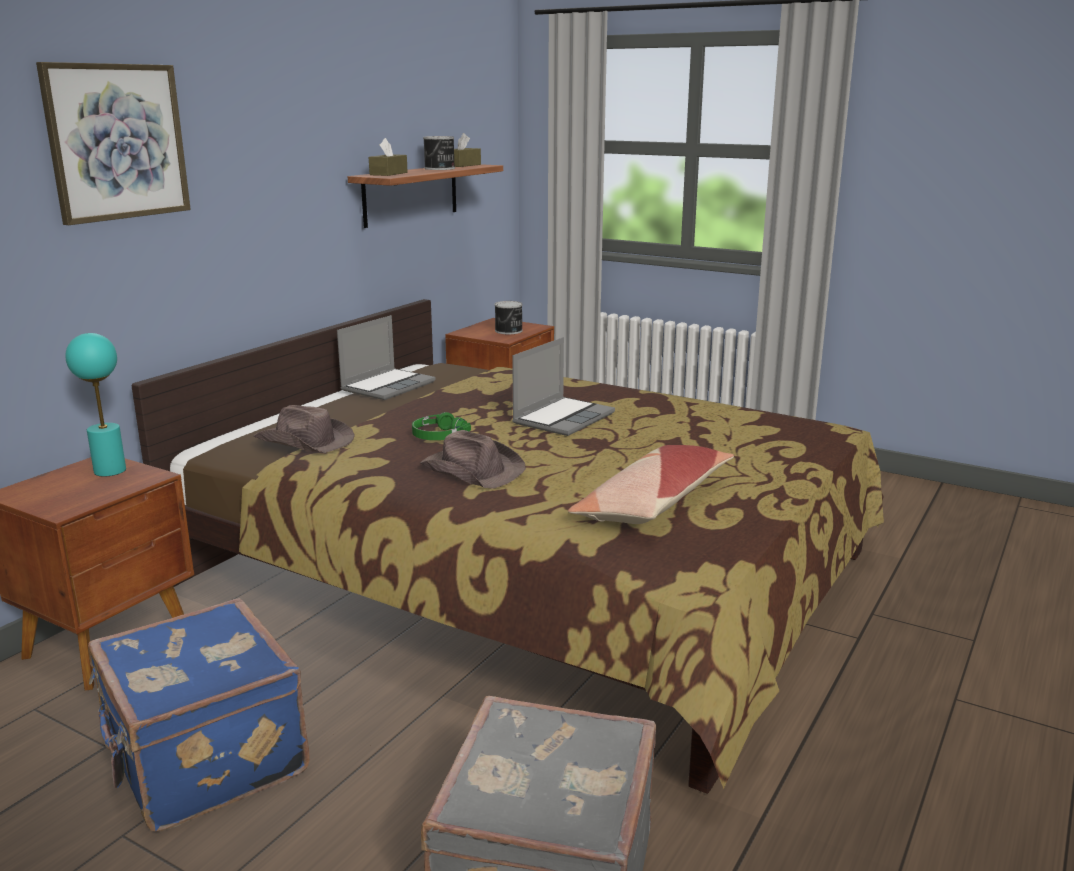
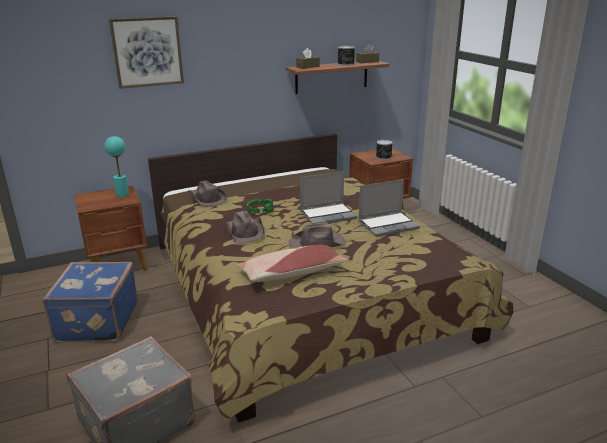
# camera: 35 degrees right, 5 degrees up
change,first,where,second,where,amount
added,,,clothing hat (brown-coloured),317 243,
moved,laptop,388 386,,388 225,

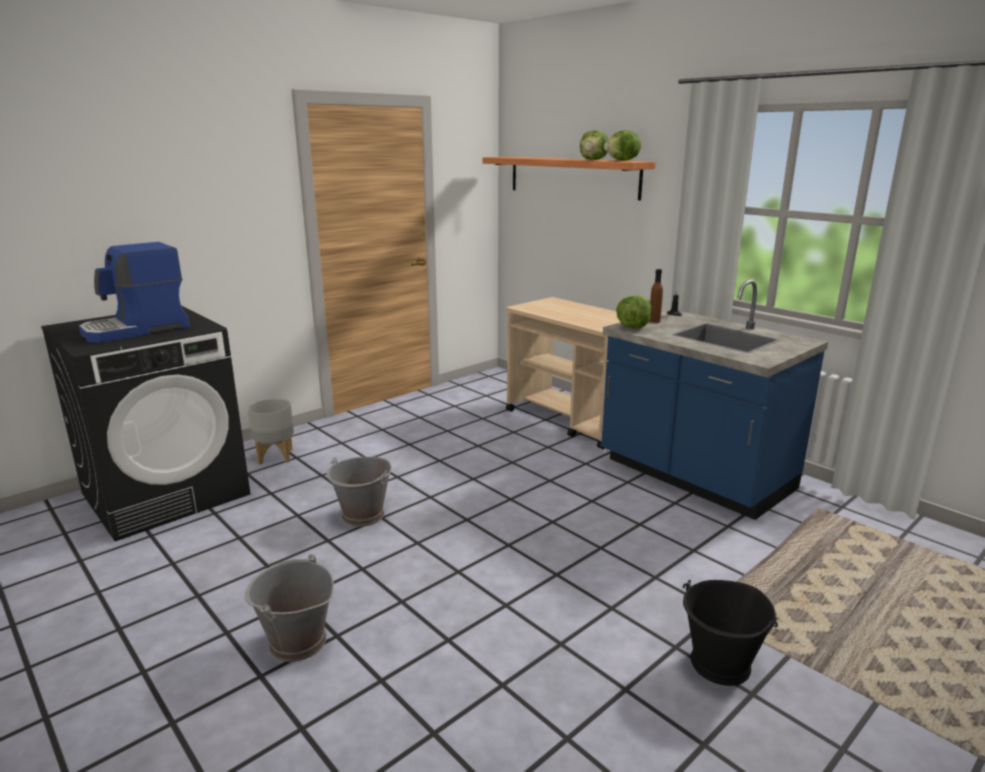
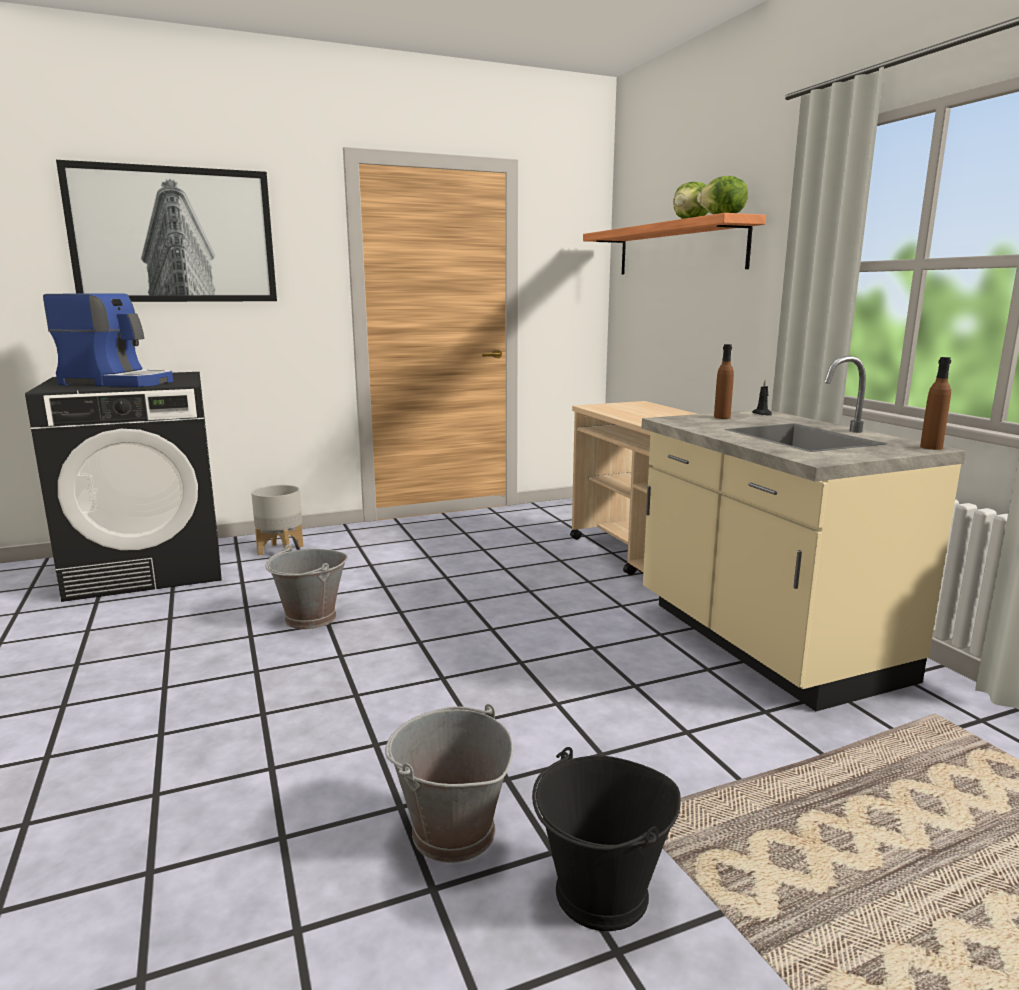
# camera: 20 degrees right, 5 degrees down
change,first,where,second,where,amount
removed,head of lettuce,632 327,,,
added,,,wall picture,174 235,
added,,,bottle (brown-coloured),931 447,
moved,water bucket (grey),297 642,,452 832,
recoloured,kitchen counter (blue),694 476,kitchen counter (beige),764 642,
turned,coffee machine,137 330,,119 382,150 degrees counterclockwise

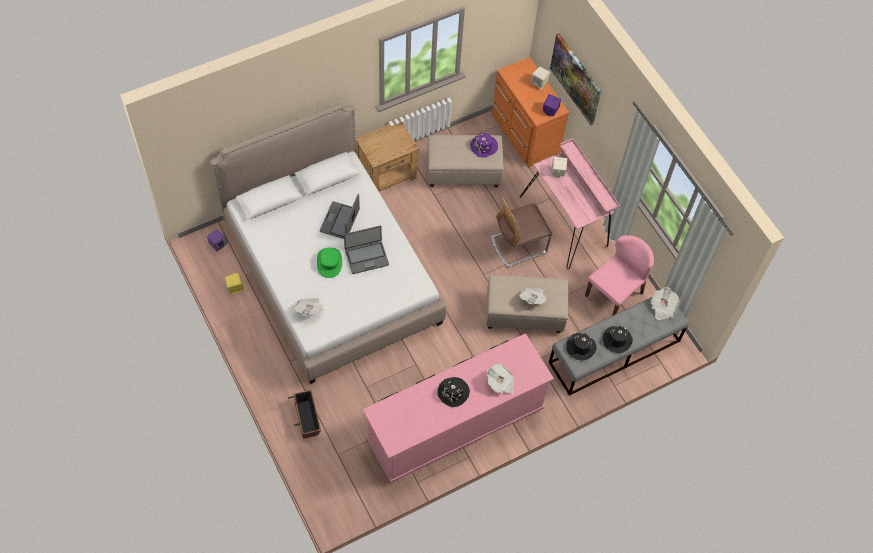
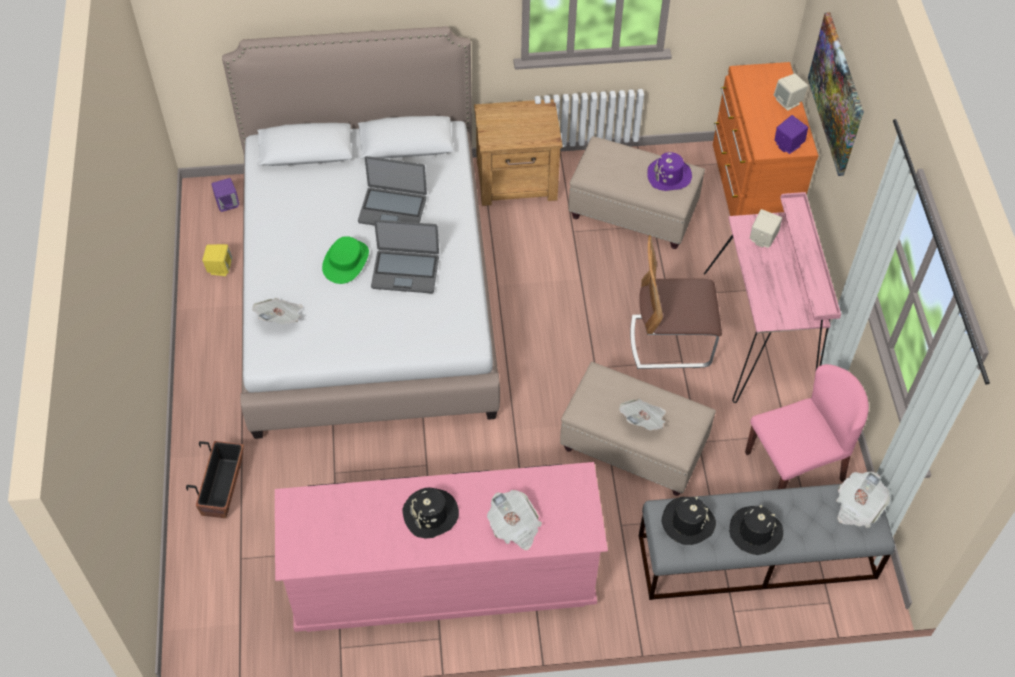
# camera: 25 degrees right, 5 degrees down
change,first,where,second,where,amount
turned,laptop,340 221,,392 209,120 degrees counterclockwise

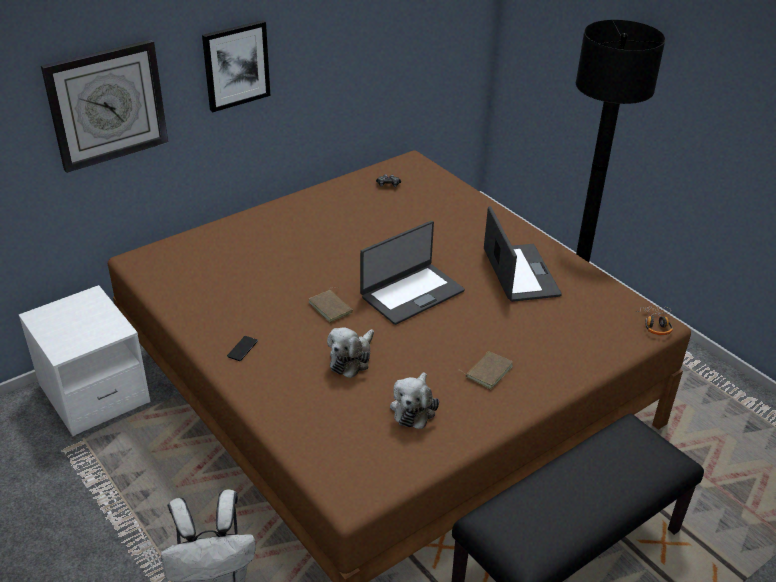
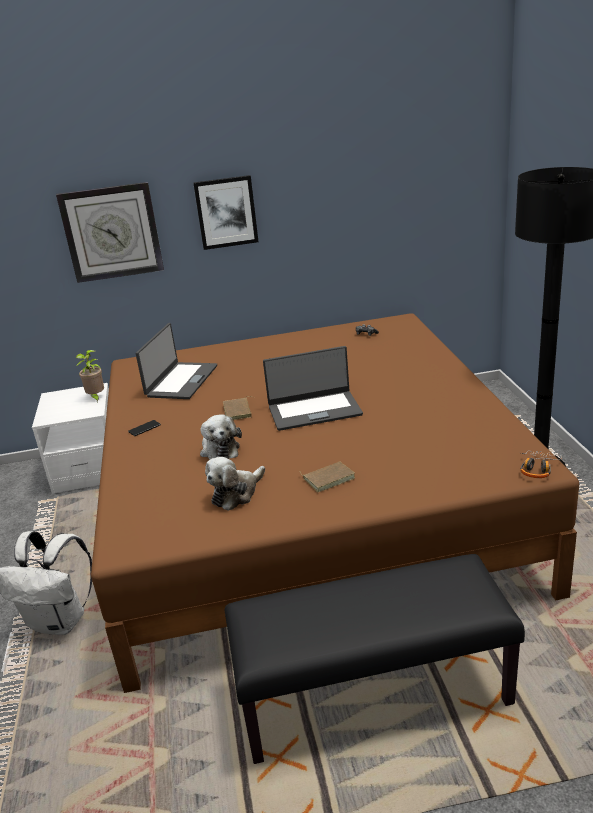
# camera: 30 degrees right, 10 degrees down
change,first,where,second,where,amount
added,,,potted plant,96 398,
moved,laptop,519 273,,181 381,
turned,cuddly toy,351 359,,219 449,75 degrees counterclockwise

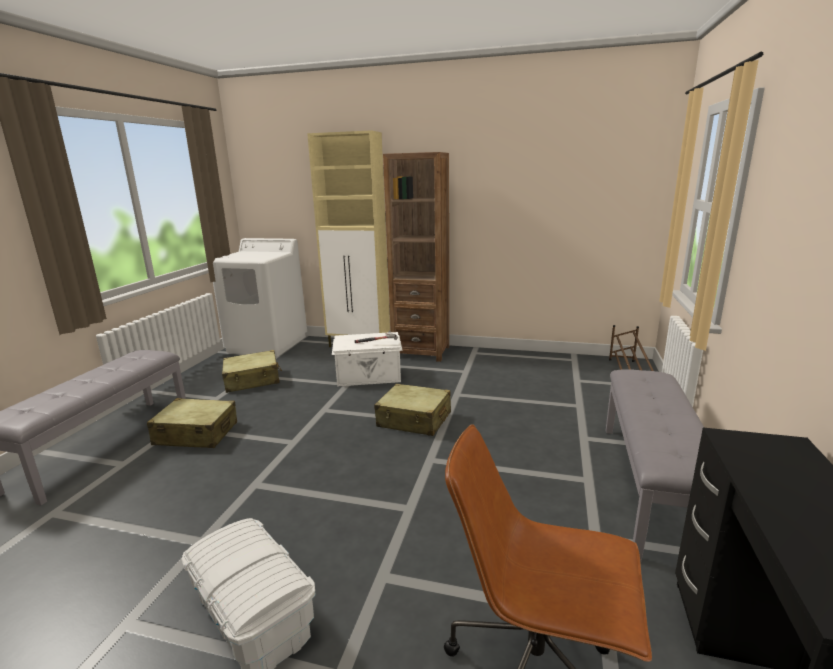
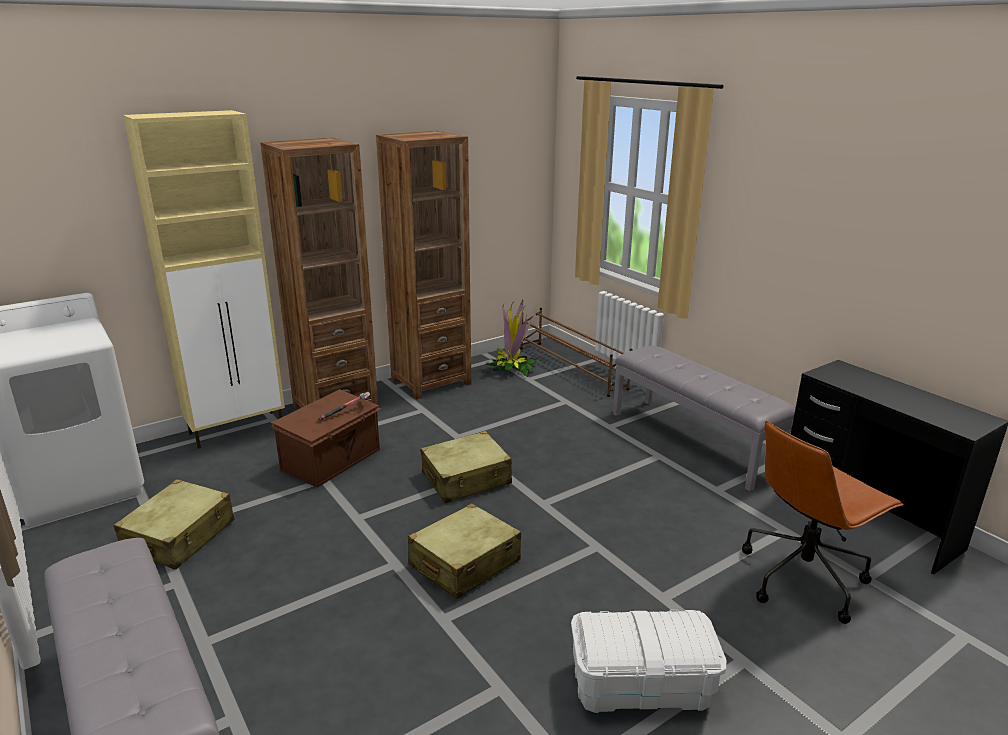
# camera: 50 degrees left, 5 degrees up
change,first,where,second,where,amount
added,,,bookcase (brown-coloured),431 382,
added,,,potted plant,511 368,
moved,suitcase (beige),196 434,,464 564,
recoloured,storage container (white-coloured),369 376,storage container (brown-coloured),332 460,

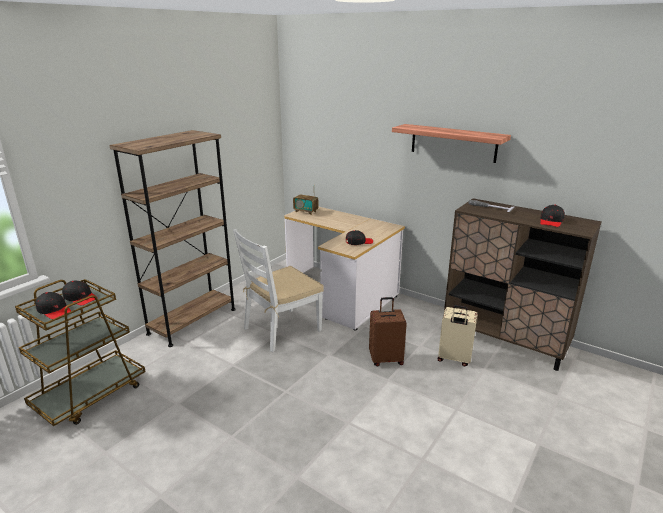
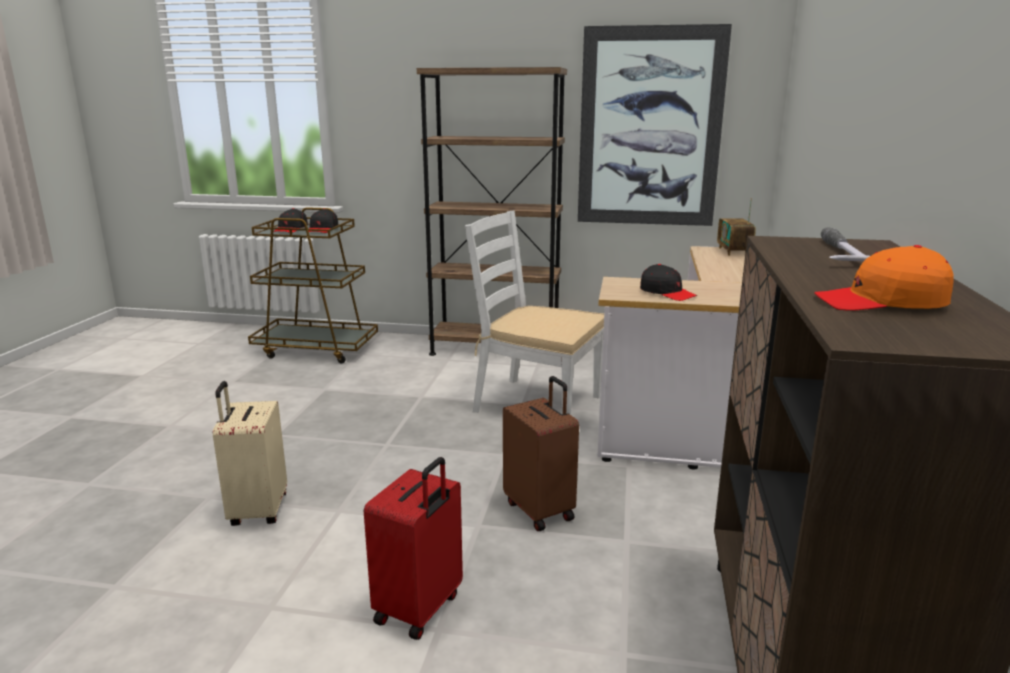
# camera: 65 degrees right, 5 degrees down
change,first,where,second,where,amount
removed,wall shelf,453 143,,,
added,,,suitcase (red),420 609,
added,,,wall picture,650 128,
moved,suitcase (beige),454 359,,257 511,
recoloured,peaked cap (black-coloured),551 221,peaked cap (orangey),881 302,

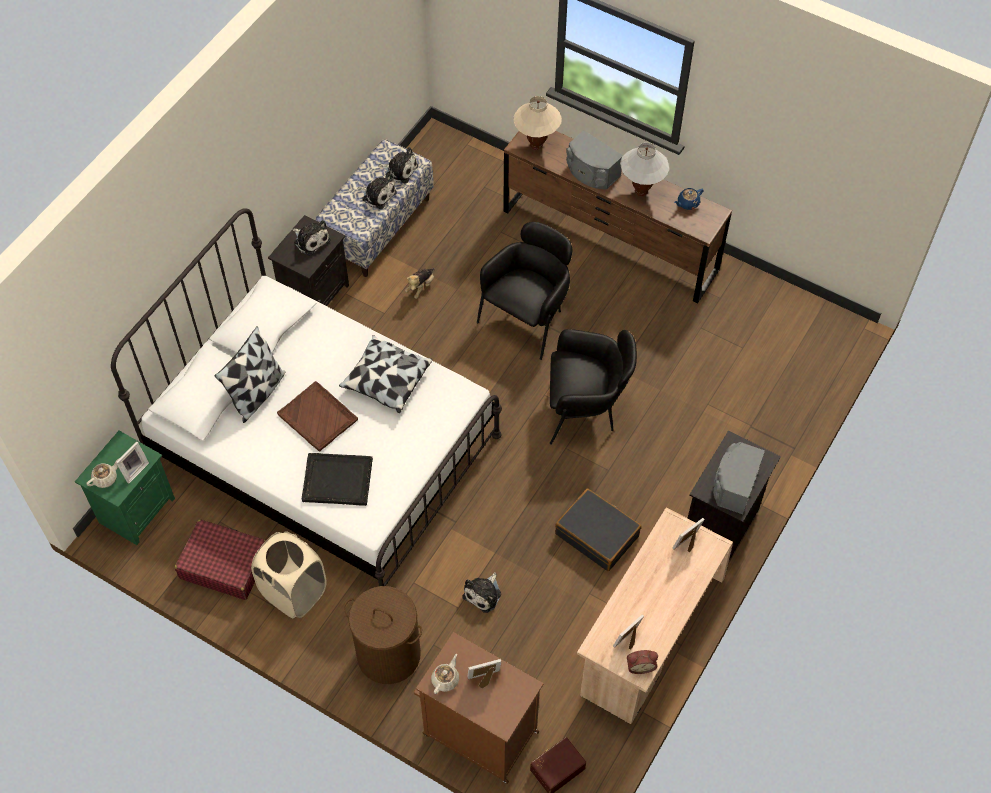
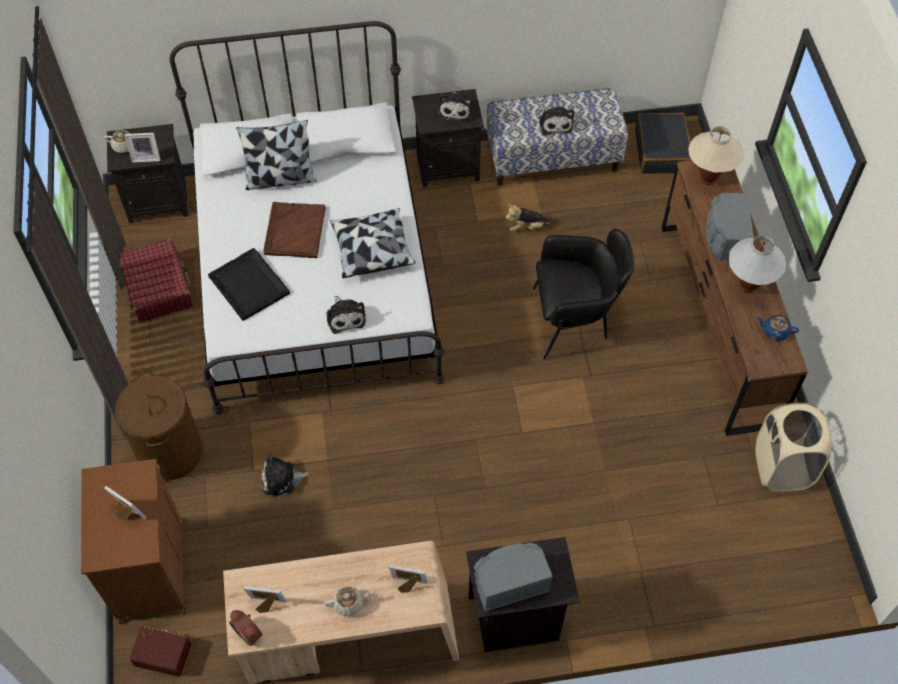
# camera: 50 degrees right, 0 degrees up
change,first,where,second,where,amount
removed,lounge chair (black-coloured),585 410,,,
moved,hamper (beige),294 592,,782 467,
moved,cuddly toy,400 170,,345 317,
moved,tea pot (beige),445 679,,349 603,
moved,suitcase (black-coloured),597 535,,661 150,
recoloured,night table (green-coloured),136 509,night table (black-coloured),159 201,

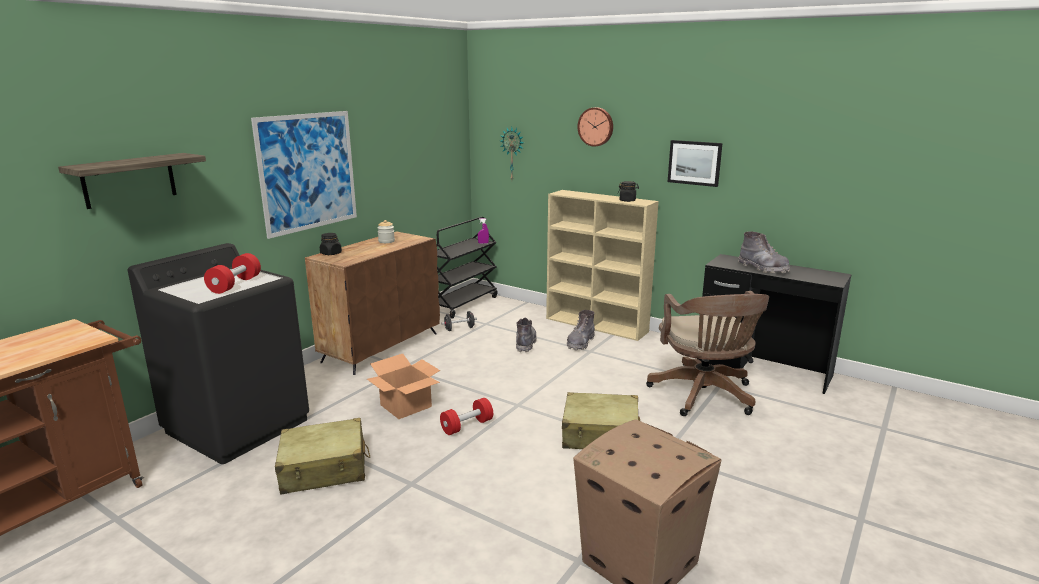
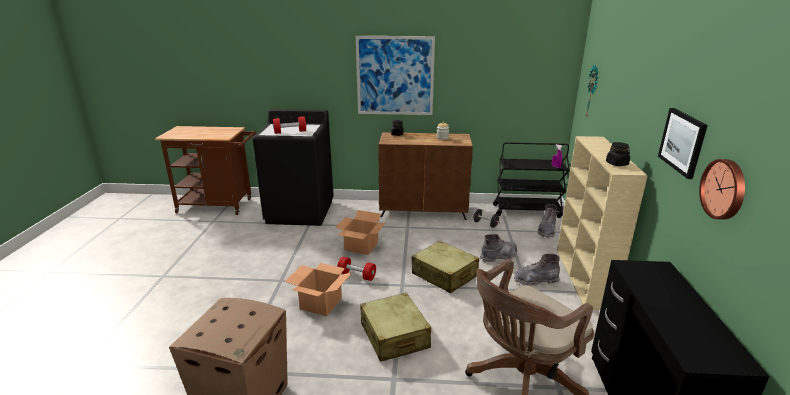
# camera: 60 degrees right, 5 degrees up
change,first,where,second,where,amount
removed,wall shelf,129 180,,,
added,,,carton,321 304,
moved,suitcase (beige),324 469,,444 275,
moved,hanging clock,596 126,,724 189,
moved,boot (grey),762 268,,546 231,

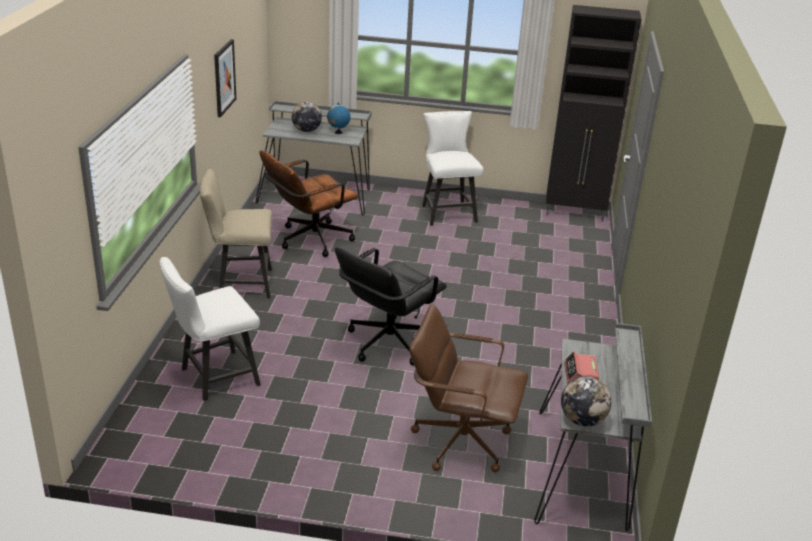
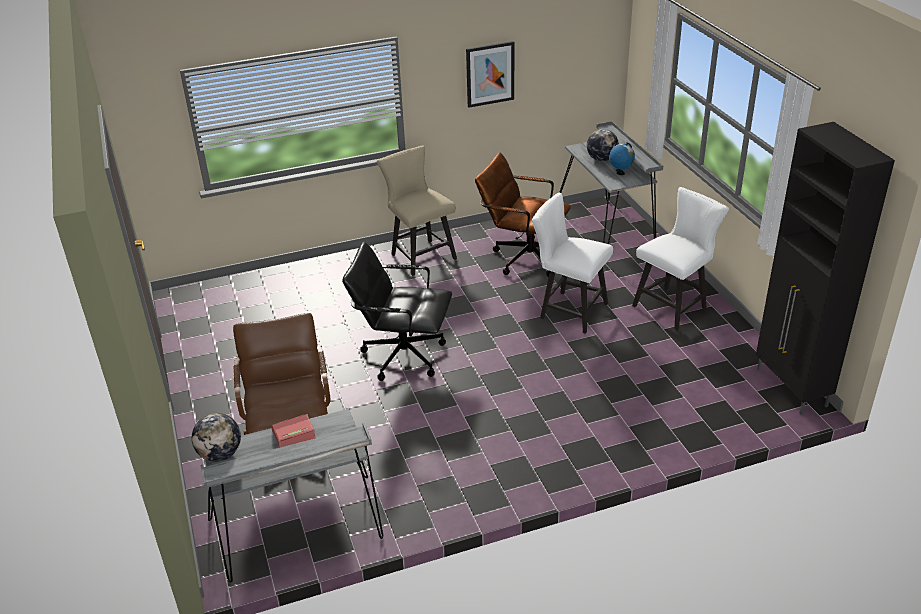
# camera: 65 degrees right, 5 degrees up
change,first,where,second,where,amount
moved,upright chair (white-coloured),214 378,,569 310,

